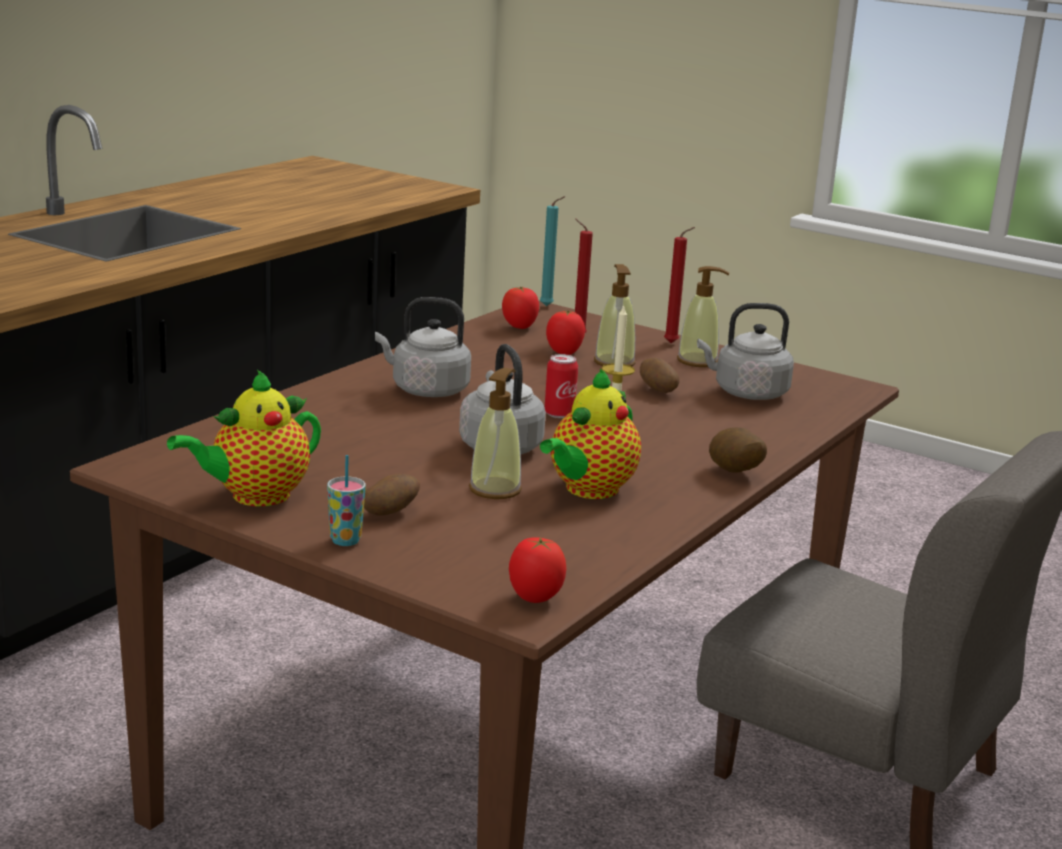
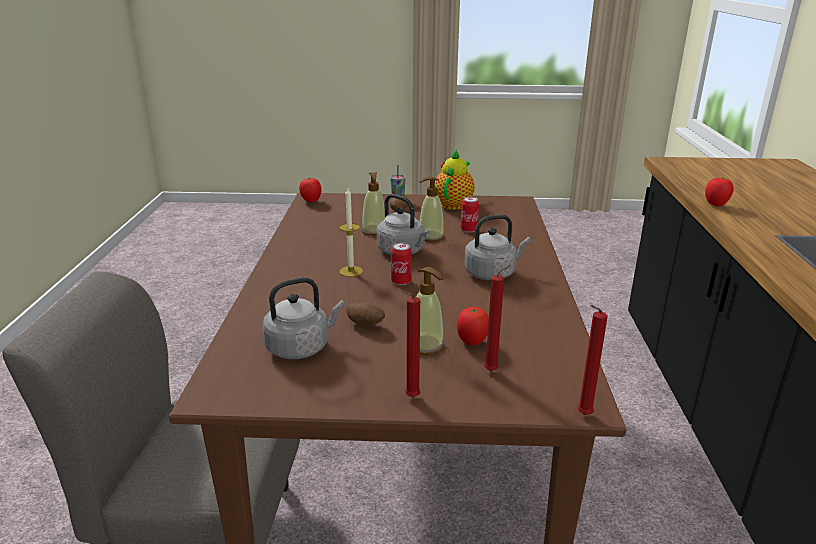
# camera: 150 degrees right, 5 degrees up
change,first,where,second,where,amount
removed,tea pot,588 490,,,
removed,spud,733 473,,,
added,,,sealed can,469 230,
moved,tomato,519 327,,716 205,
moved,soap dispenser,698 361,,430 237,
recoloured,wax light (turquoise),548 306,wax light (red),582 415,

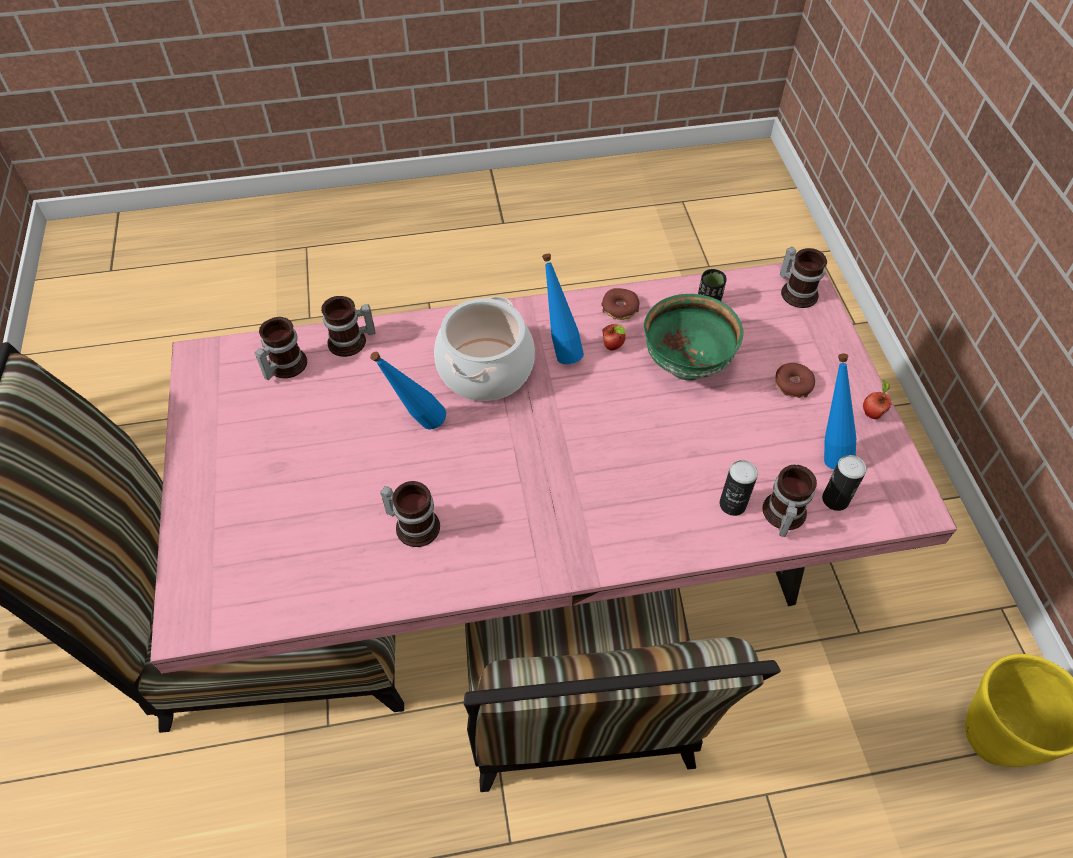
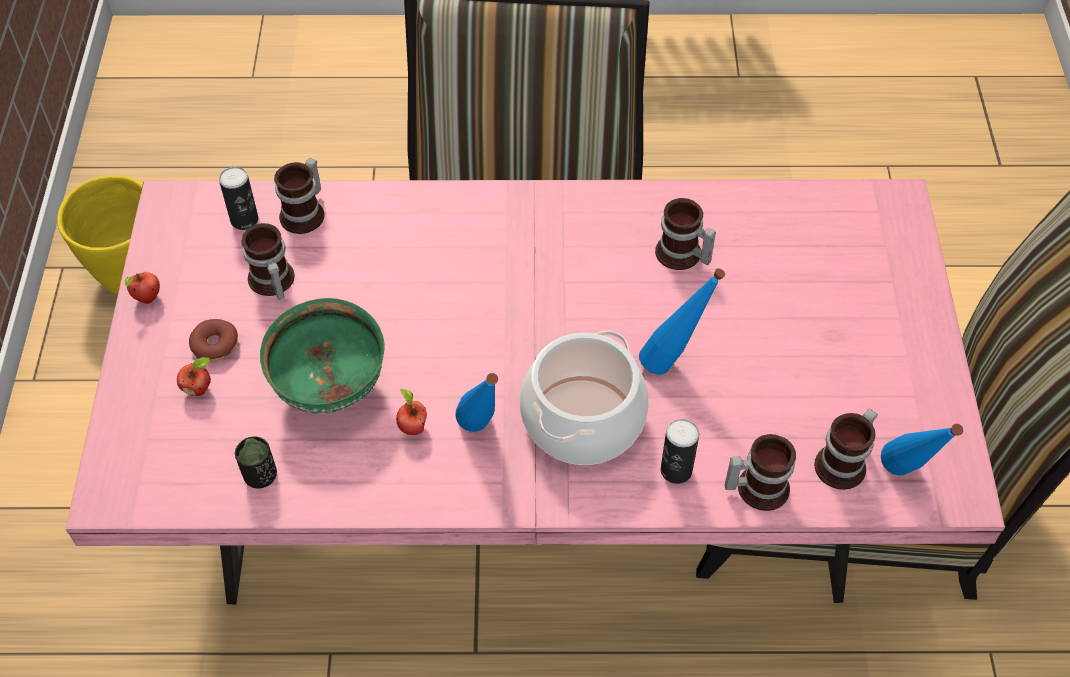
# camera: 170 degrees left, 0 degrees up
change,first,where,second,where,amount
removed,ring doughnut,620 308,,,
added,,,whole apple,199 389,
moved,sealed can,732 504,,676 470,
moved,mug,797 291,,270 282,
moved,bottle (blue),827 451,,905 479,

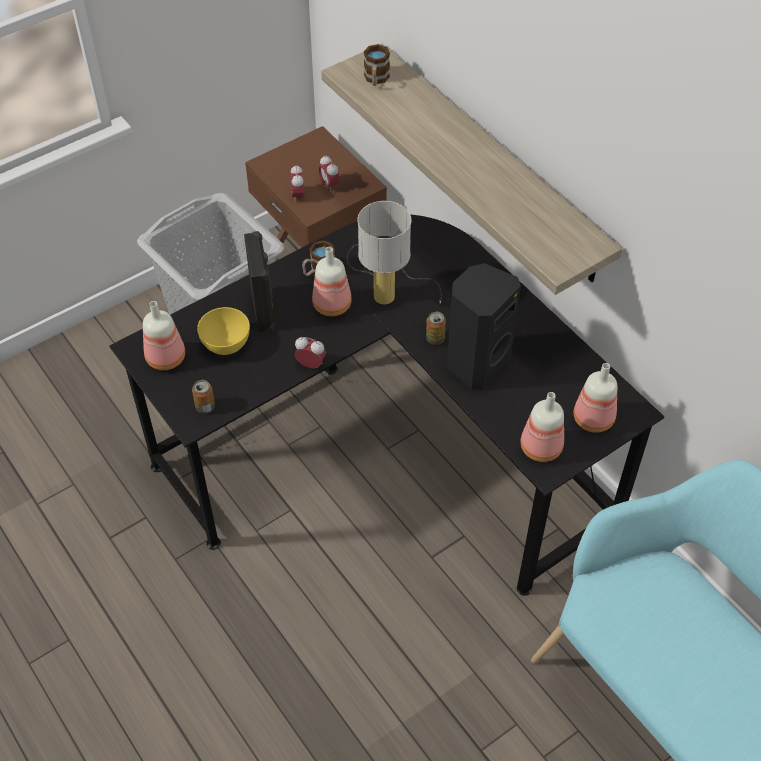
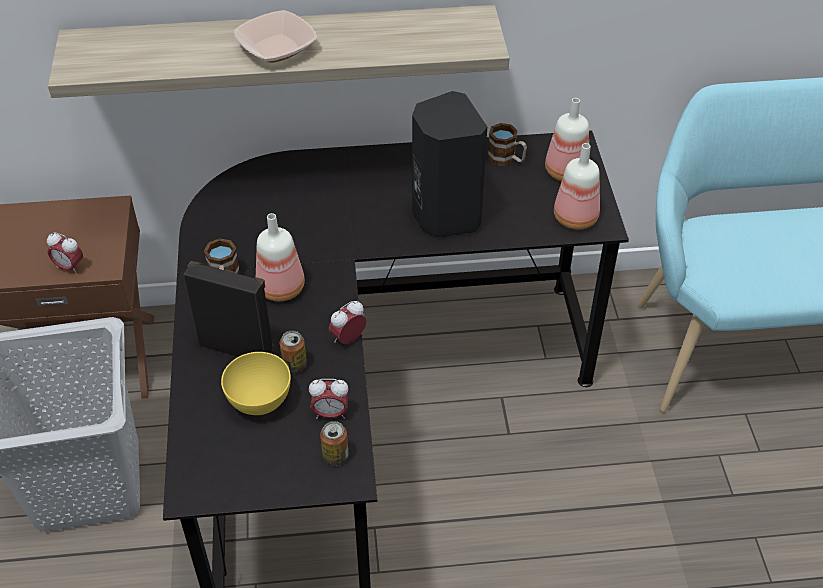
# camera: 60 degrees left, 5 degrees down
change,first,where,second,where,amount
removed,bottle,165 357,,,
removed,table lamp,387 286,,,
added,,,serving bowl,276 48,
moved,alarm clock,329 185,,330 413,
moved,mug,376 79,,506 159,
moved,sealed can,435 338,,294 365,

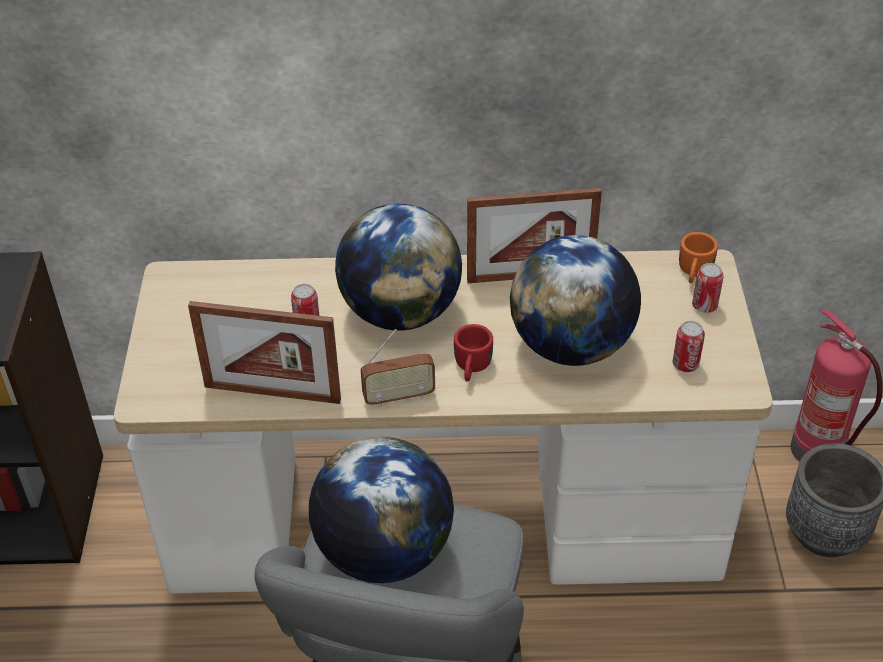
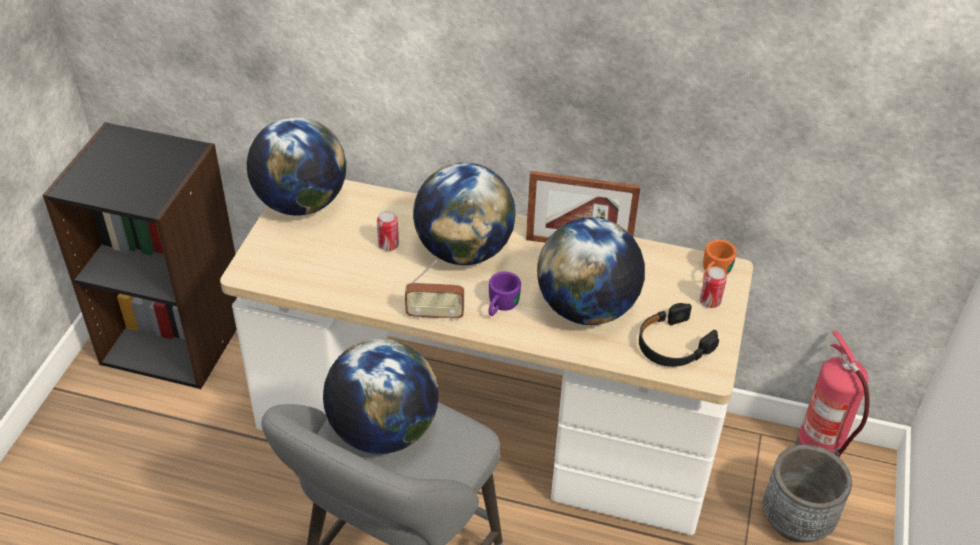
# camera: 15 degrees right, 0 degrees up
change,first,where,second,where,amount
removed,standing frame,272 393,,,
added,,,globe,301 203,
replaced,sealed can,685 364,pair of headphones (black-coloured),672 344,
recoloured,mug (red),471 368,mug (purplish),500 307,

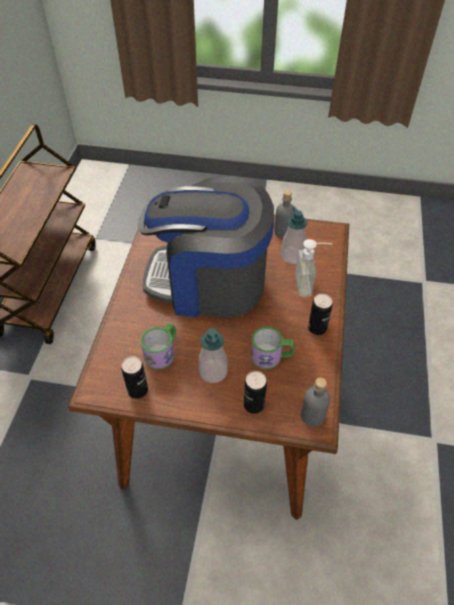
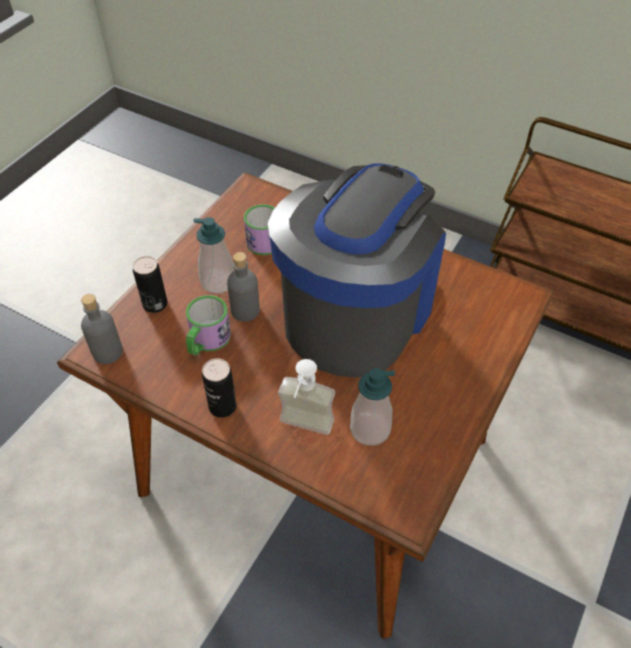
# camera: 110 degrees right, 0 degrees up
change,first,where,second,where,amount
removed,sealed can,137 390,,,
moved,bottle (grey),283 231,,245 310,

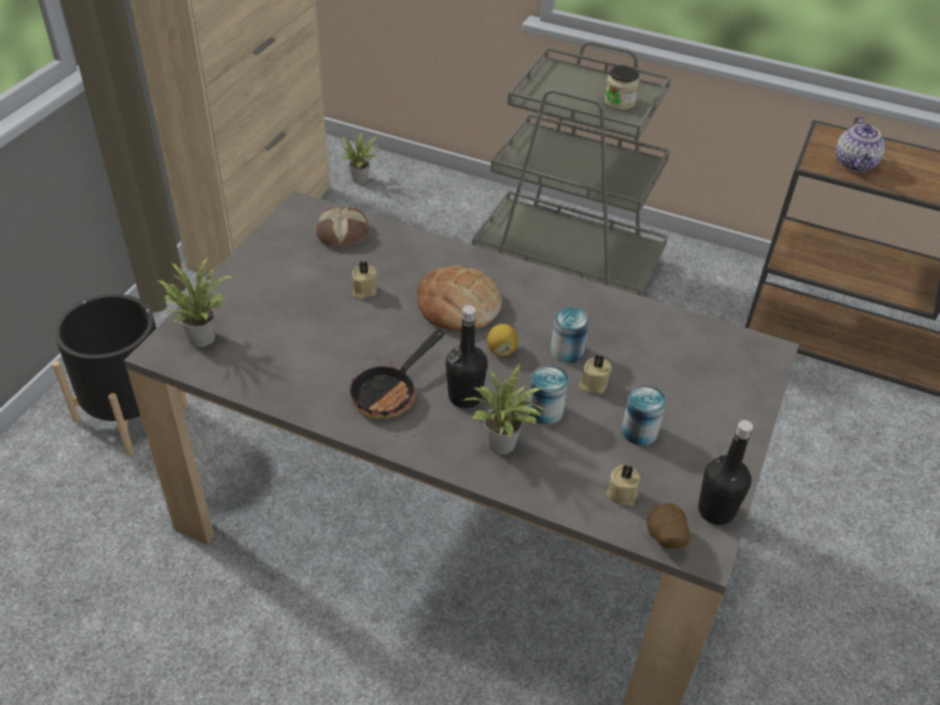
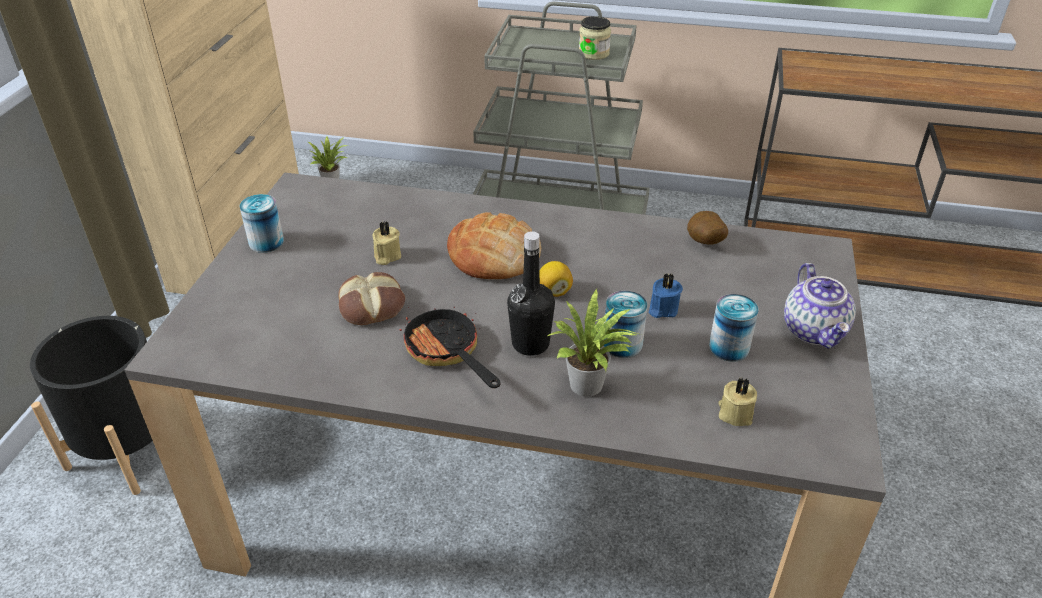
# camera: 10 degrees left, 5 degrees down
change,first,where,second,where,amount
removed,potted plant,201 335,,,
removed,bottle (black-coloured),716 511,,,
moved,bread,343 233,,372 305,
moved,sealed can,567 351,,266 242,
moved,spud,664 539,,704 243,
moved,tea pot,855 164,,815 331,
recoloured,wax light (beige),592 384,wax light (blue),662 309,
turned,skillet,391 392,,447 353,120 degrees clockwise

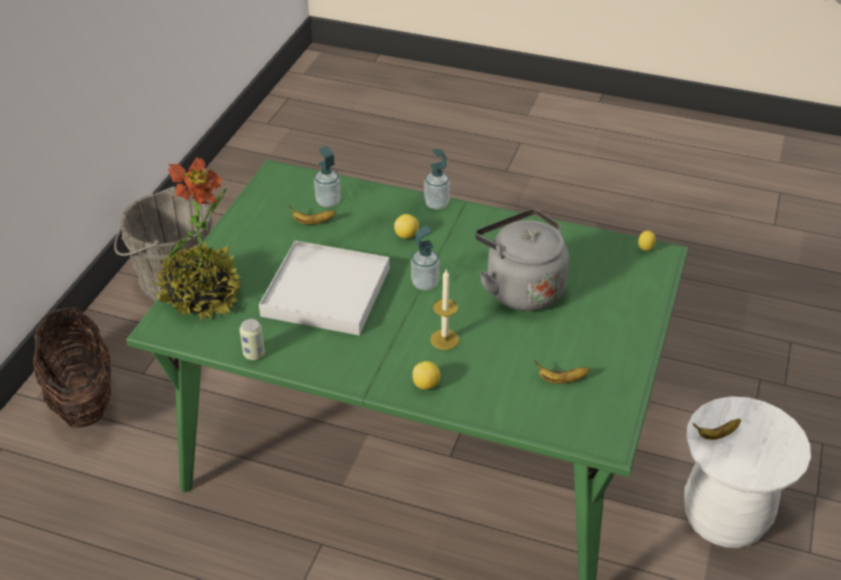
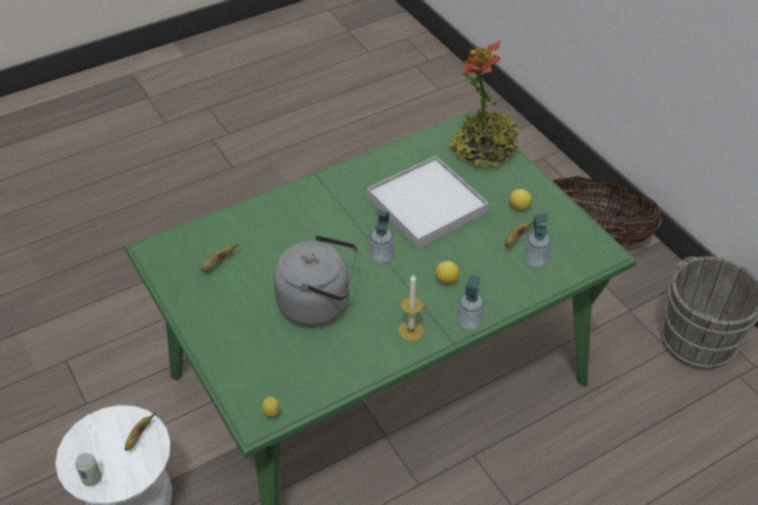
# camera: 130 degrees right, 5 degrees up
change,first,where,second,where,amount
moved,sealed can,254 354,,92 479,
moved,citrus fruit,426 385,,518 207,
moved,wax light,444 339,,411 330,

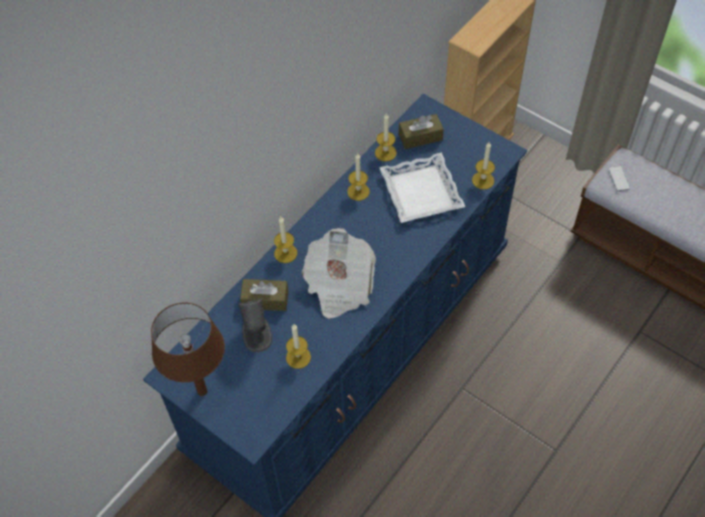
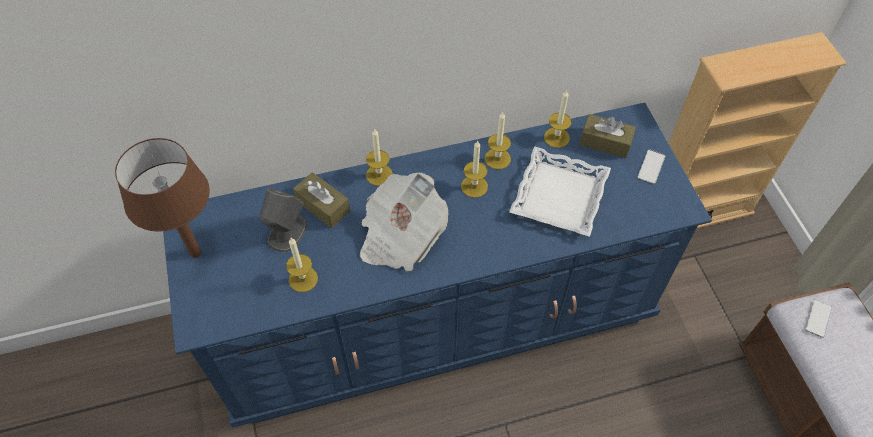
# camera: 35 degrees right, 0 degrees up
change,first,where,second,where,amount
added,,,telephone,651 167,
moved,wax light,483 180,,474 186,

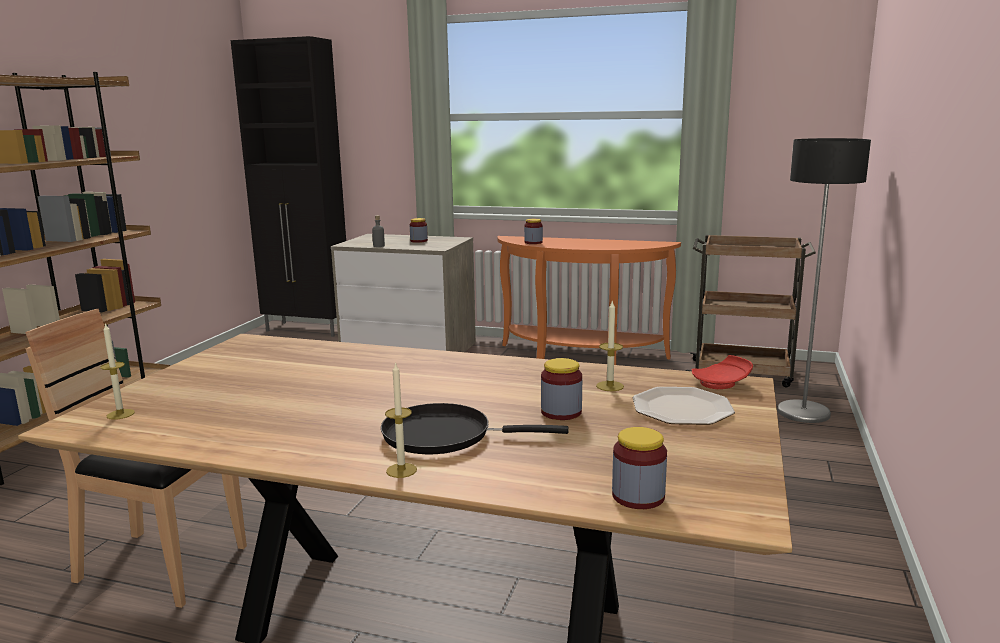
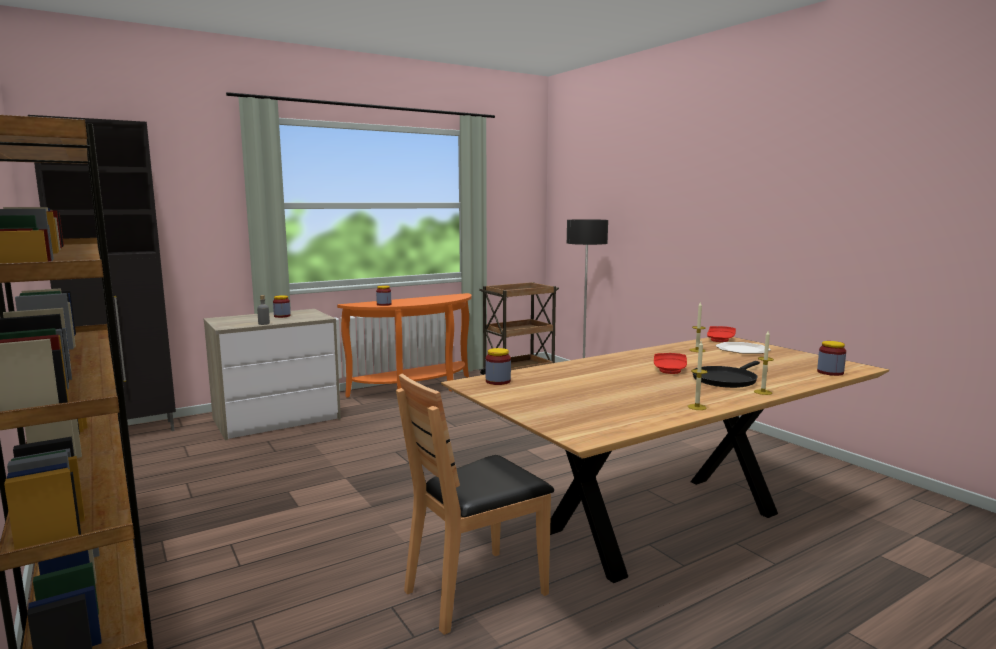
# camera: 50 degrees left, 5 degrees down
change,first,where,second,where,amount
added,,,plate (red),670 370,
moved,wax light,120 414,,697 407,
moved,storage jar,561 412,,498 381,

